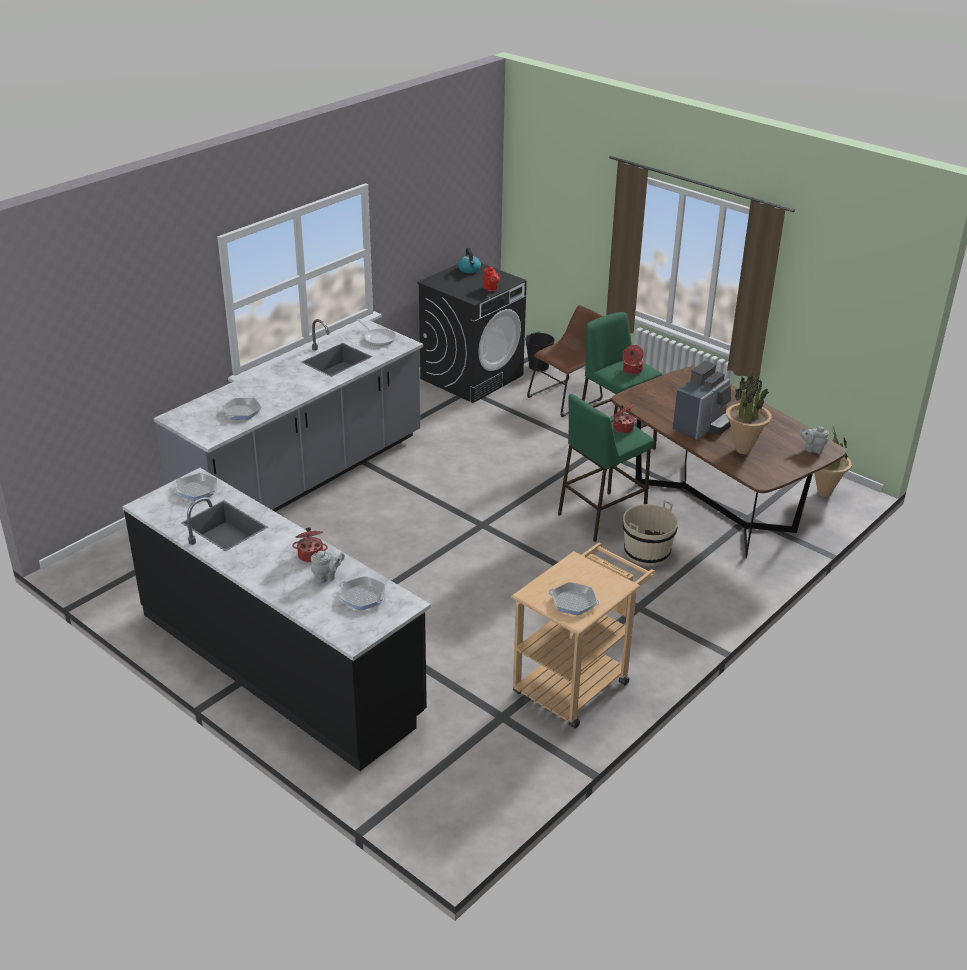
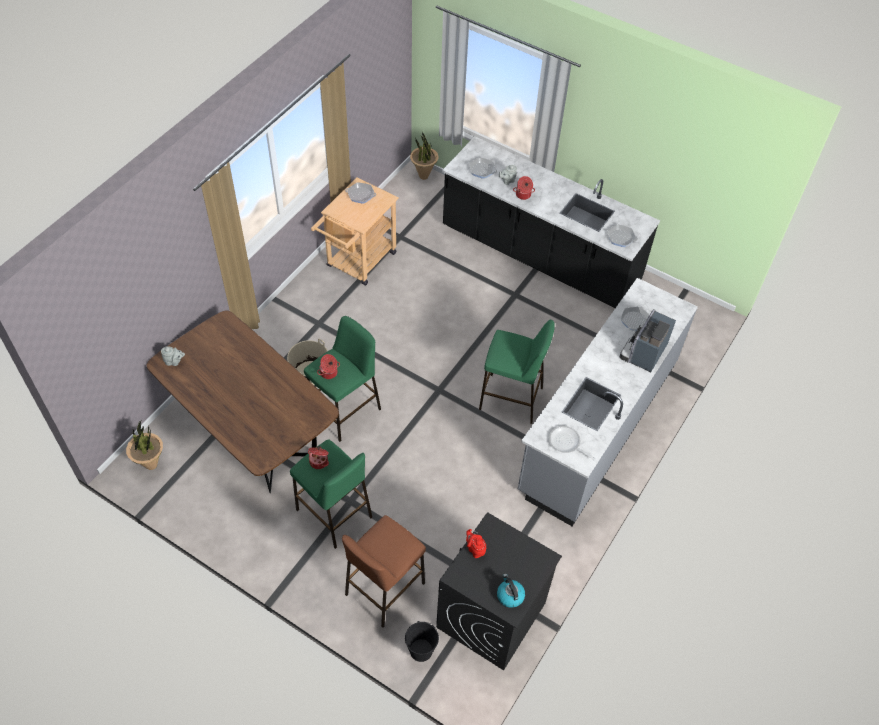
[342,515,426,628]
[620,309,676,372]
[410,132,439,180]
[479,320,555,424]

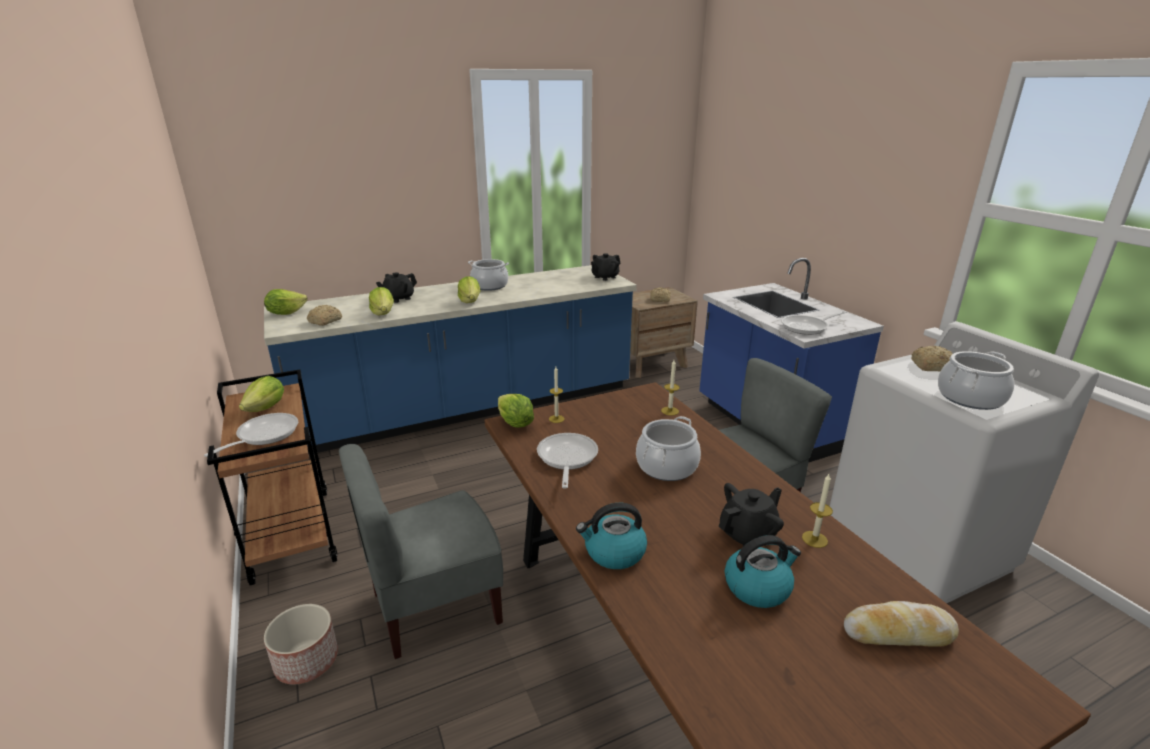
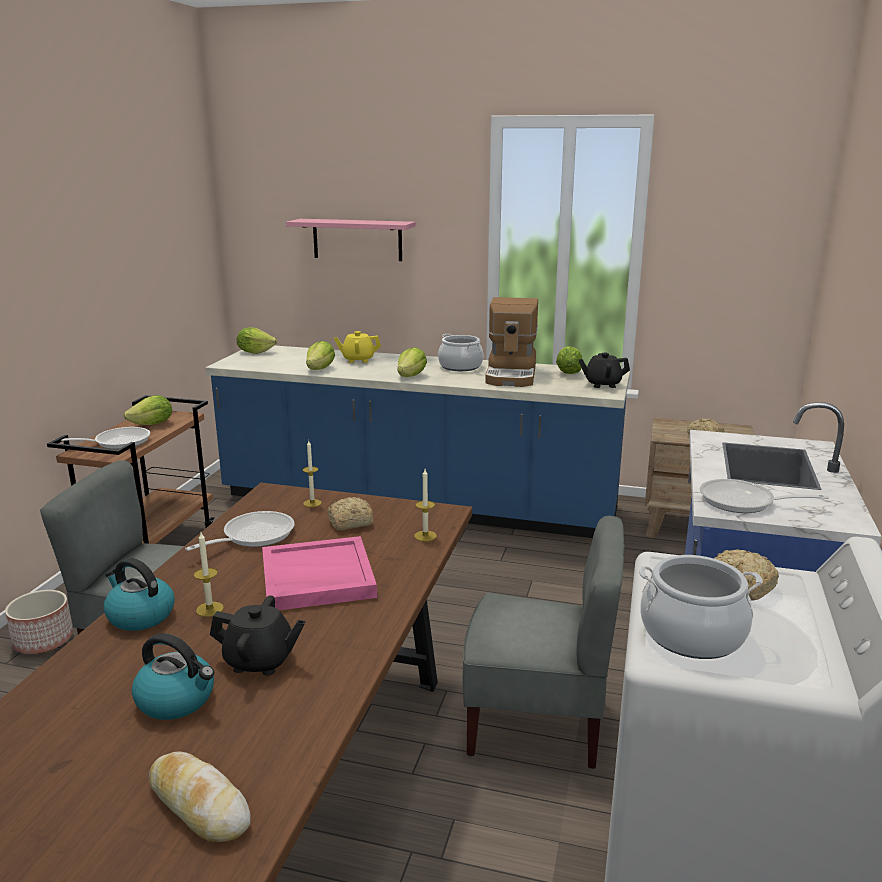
[327,497,373,530]
[334,331,381,363]
[556,346,582,374]
[262,536,377,610]
[194,532,224,617]
[286,219,416,261]
[485,297,538,387]

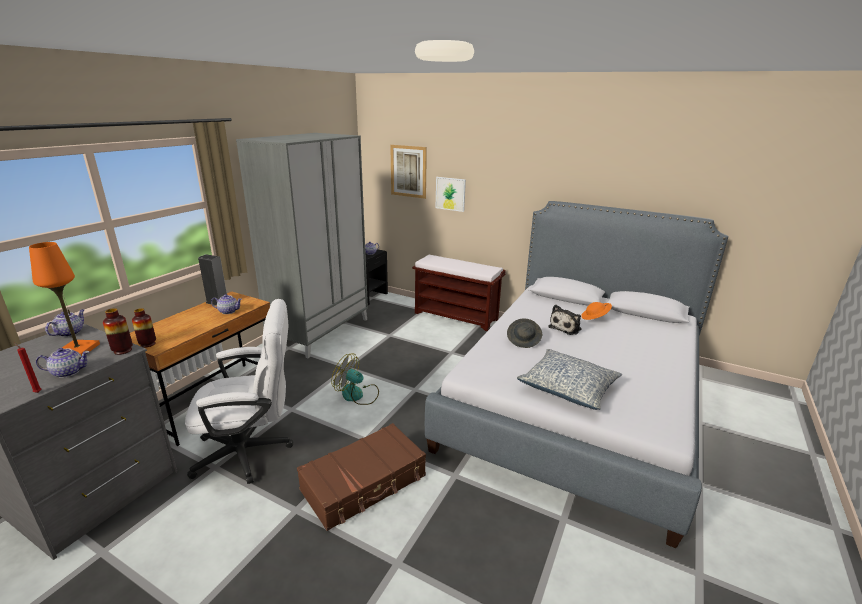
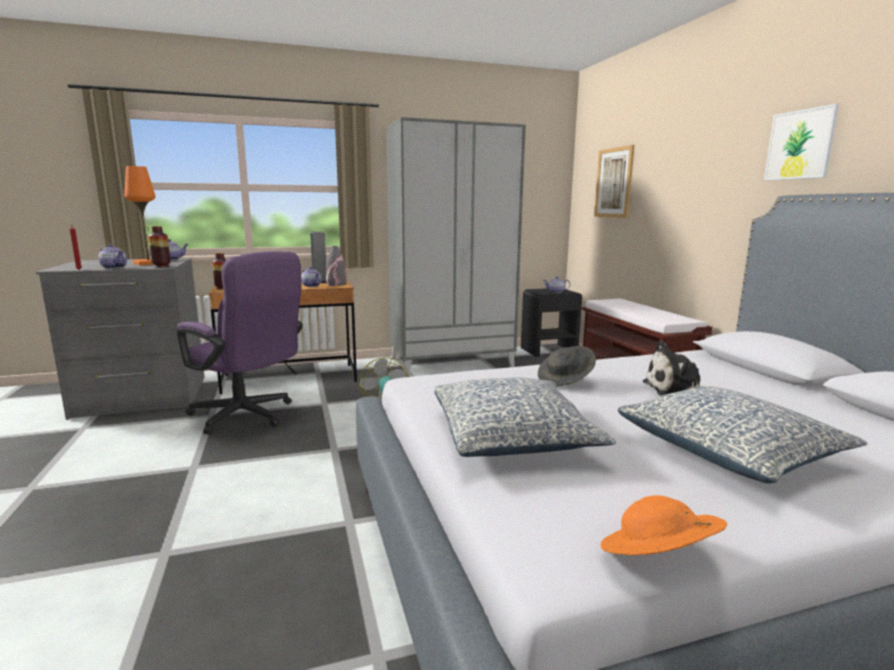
[177,251,303,435]
[297,423,426,531] (first image)
[764,104,839,180]
[600,495,727,556]
[326,246,346,286]
[618,386,868,483]

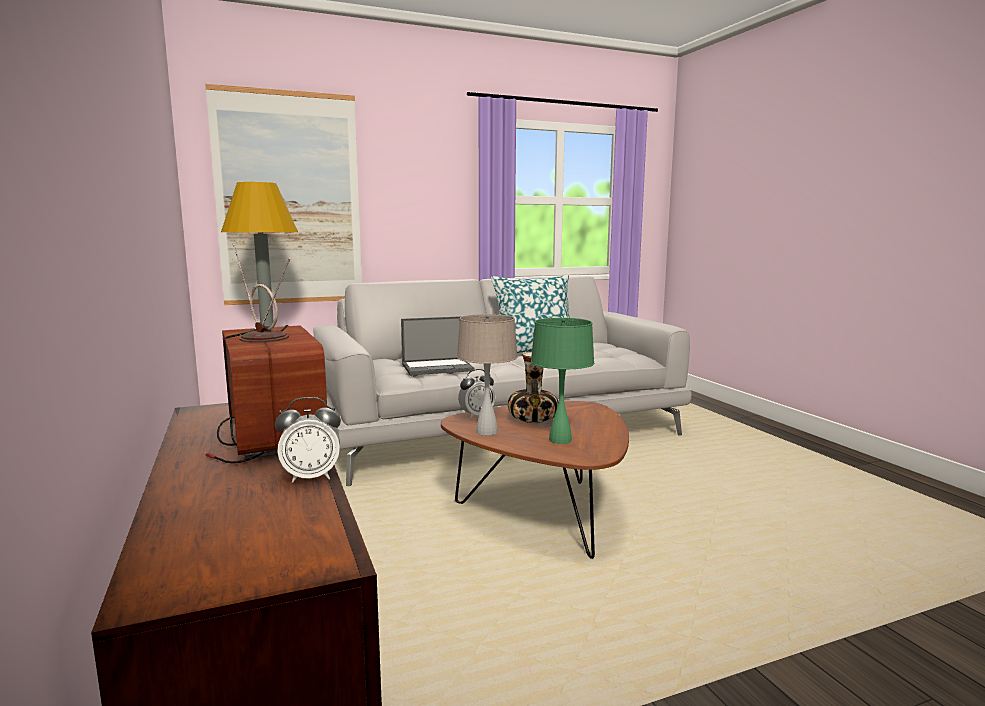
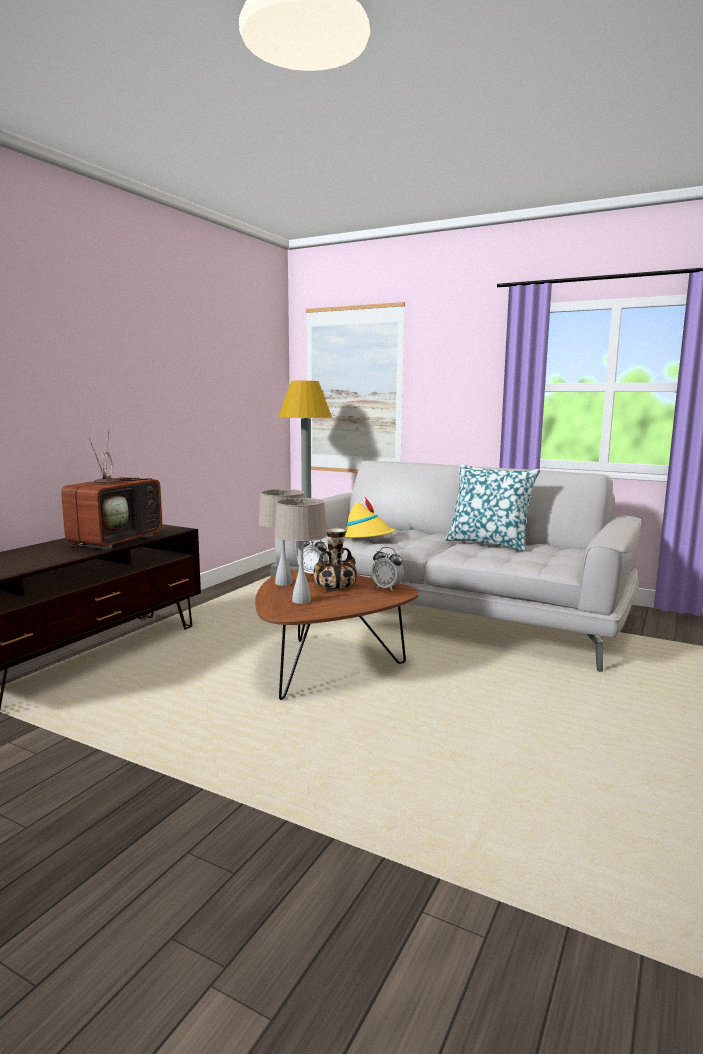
[371,547,404,591]
[345,497,395,538]
[274,498,327,604]

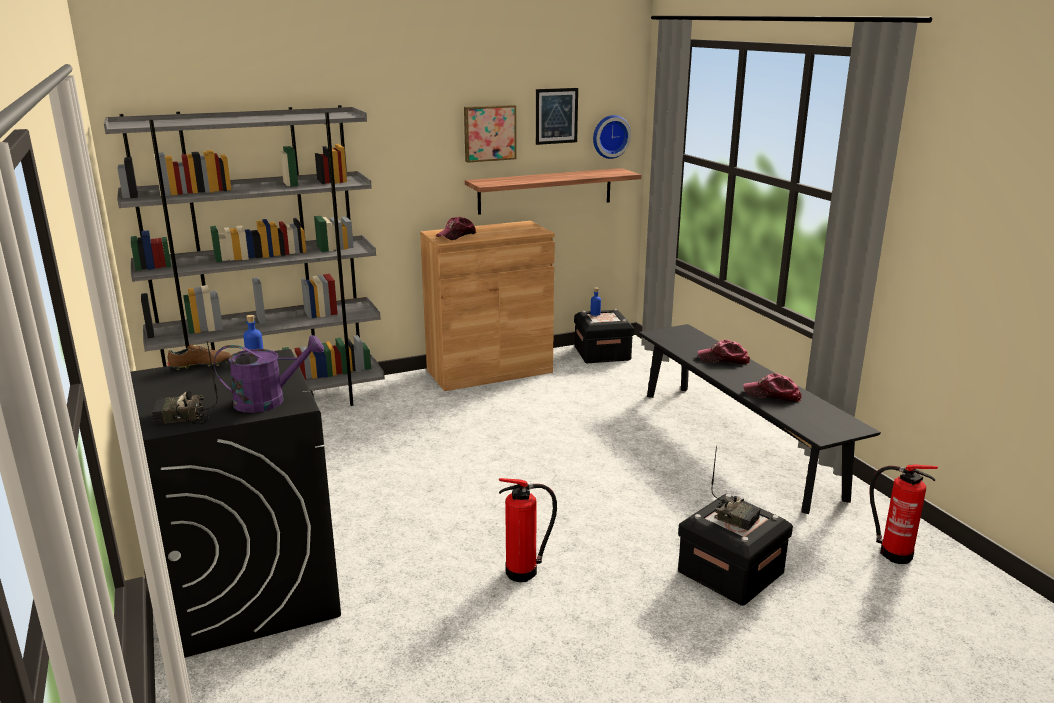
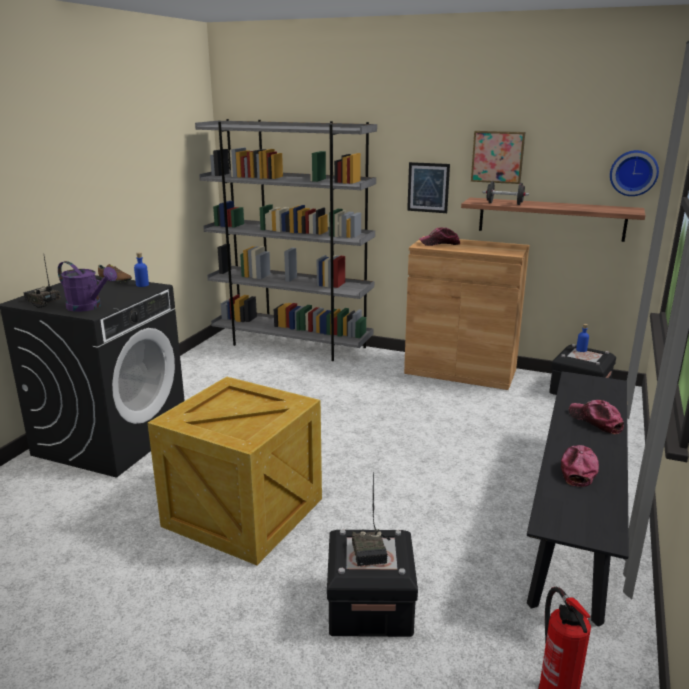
[148,377,322,565]
[407,162,450,213]
[561,445,599,487]
[482,181,529,205]

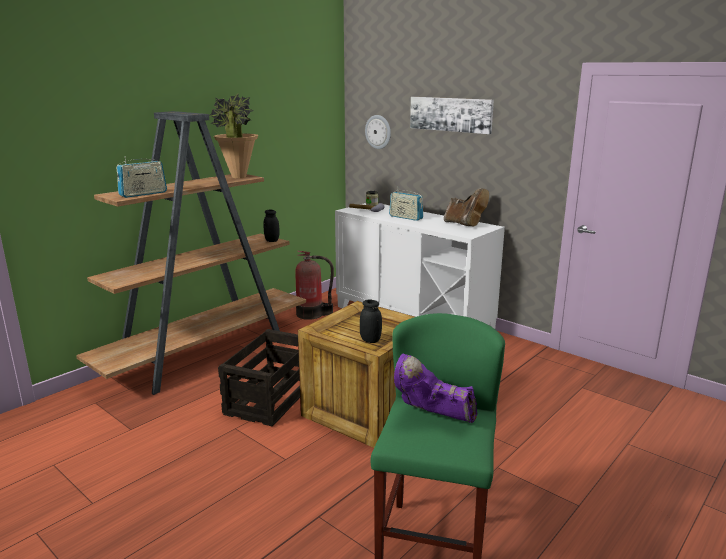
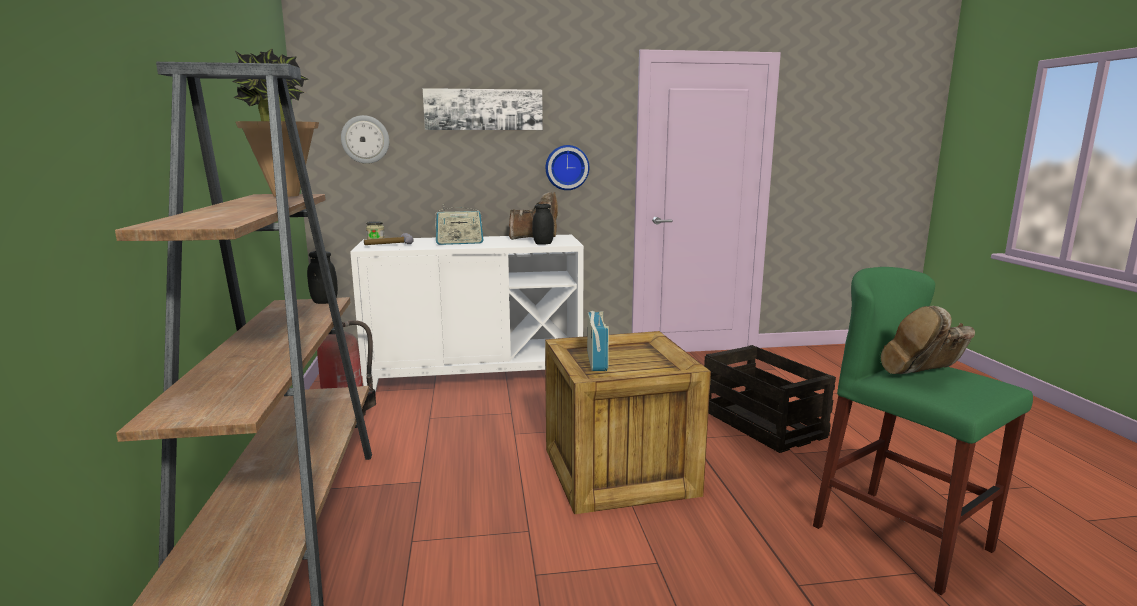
[587,311,609,371]
[704,345,836,453]
[532,204,554,244]
[881,306,975,374]
[546,145,589,190]

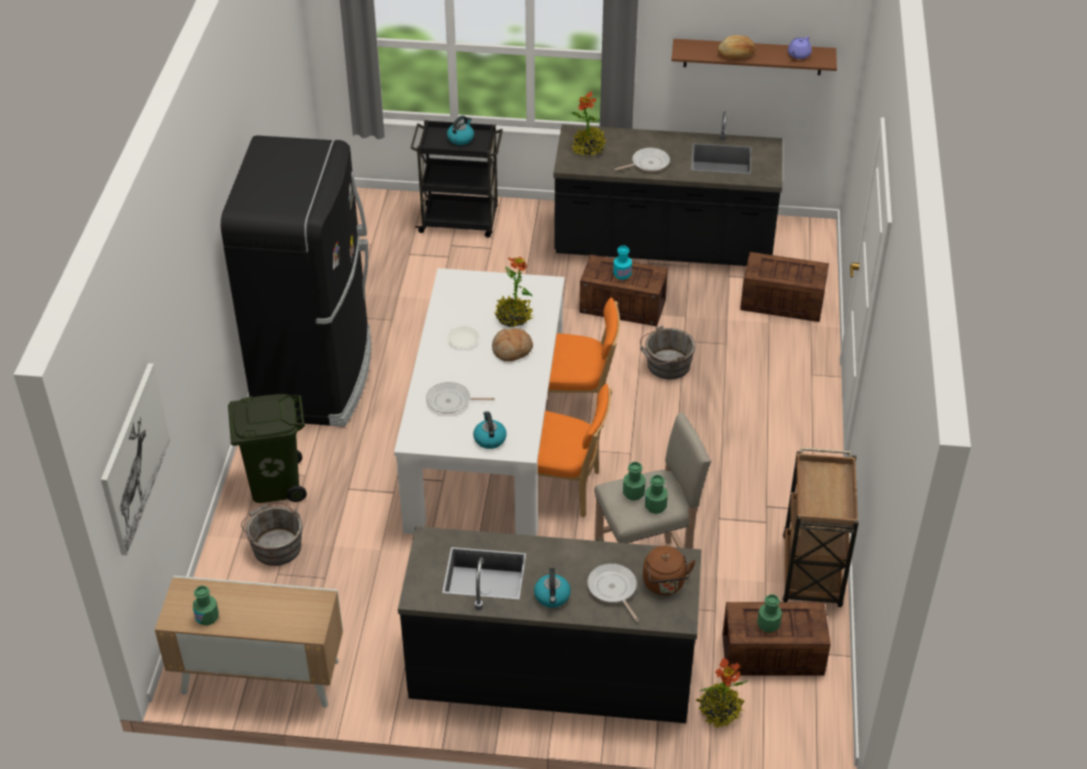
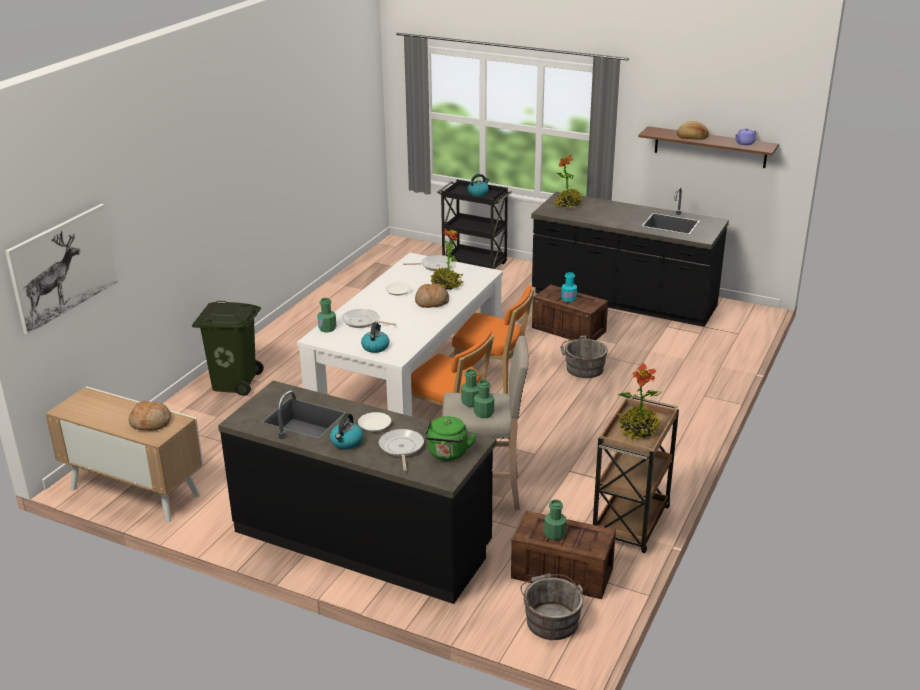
[317,298,337,333]
[221,135,371,427] (first image)
[520,573,584,640]
[403,255,455,271]
[425,416,476,461]
[618,363,662,440]
[740,252,829,322] (first image)
[128,401,171,430]
[358,412,391,432]

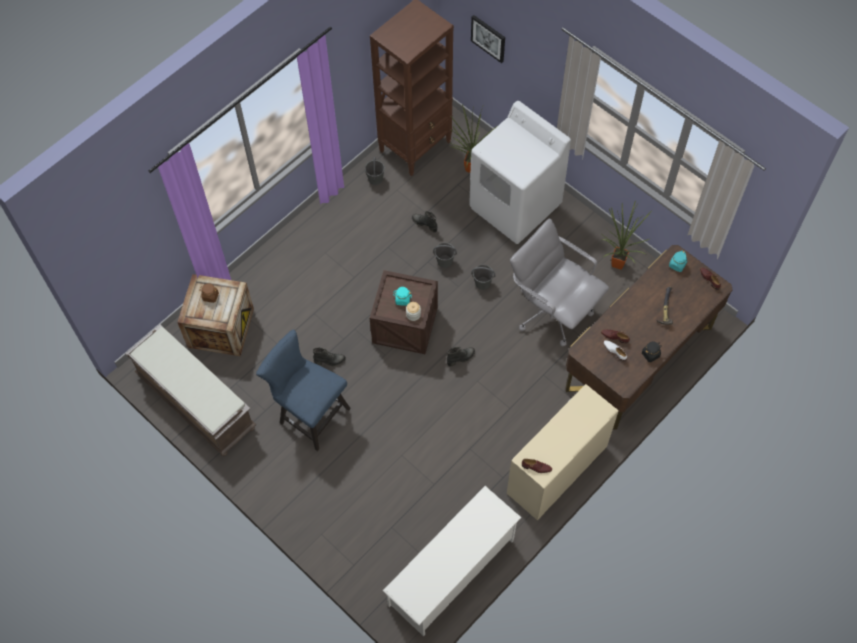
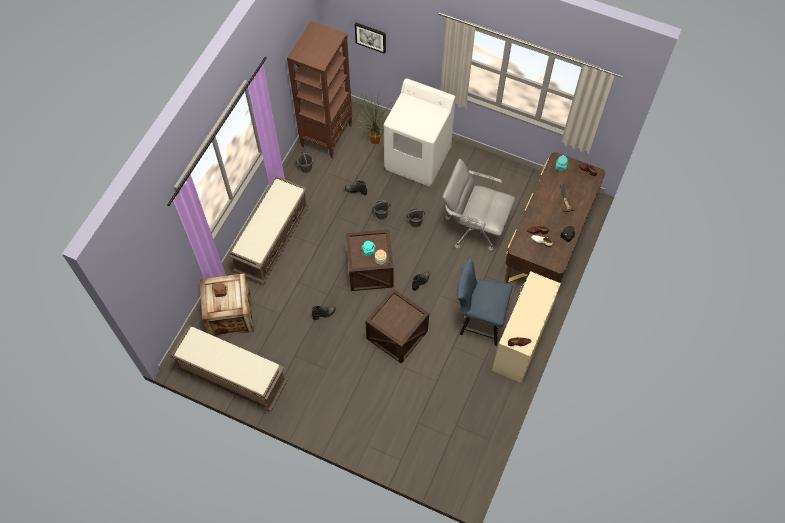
[457,258,513,346]
[383,486,522,637] (first image)
[601,200,651,270] (first image)
[229,176,309,285]
[365,288,429,364]

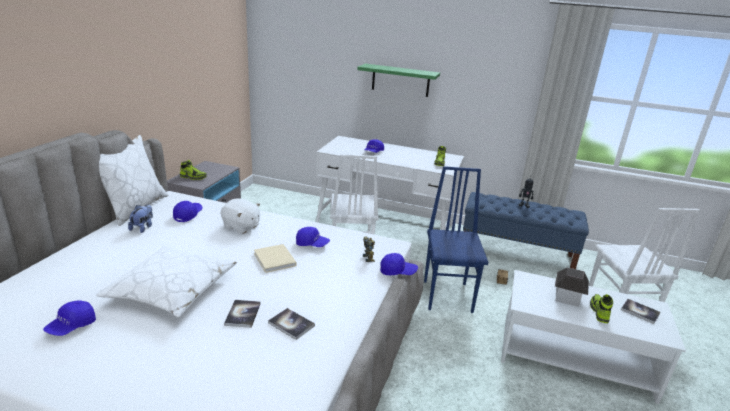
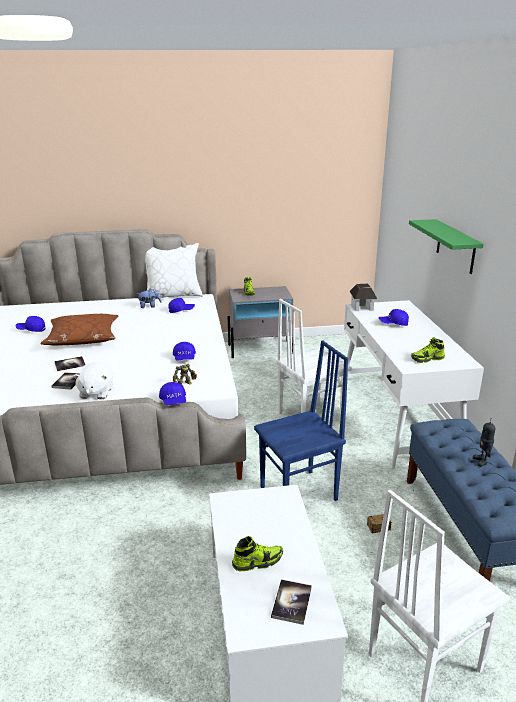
[41,314,119,346]
[73,362,113,399]
[254,244,296,273] (first image)
[350,284,377,311]

